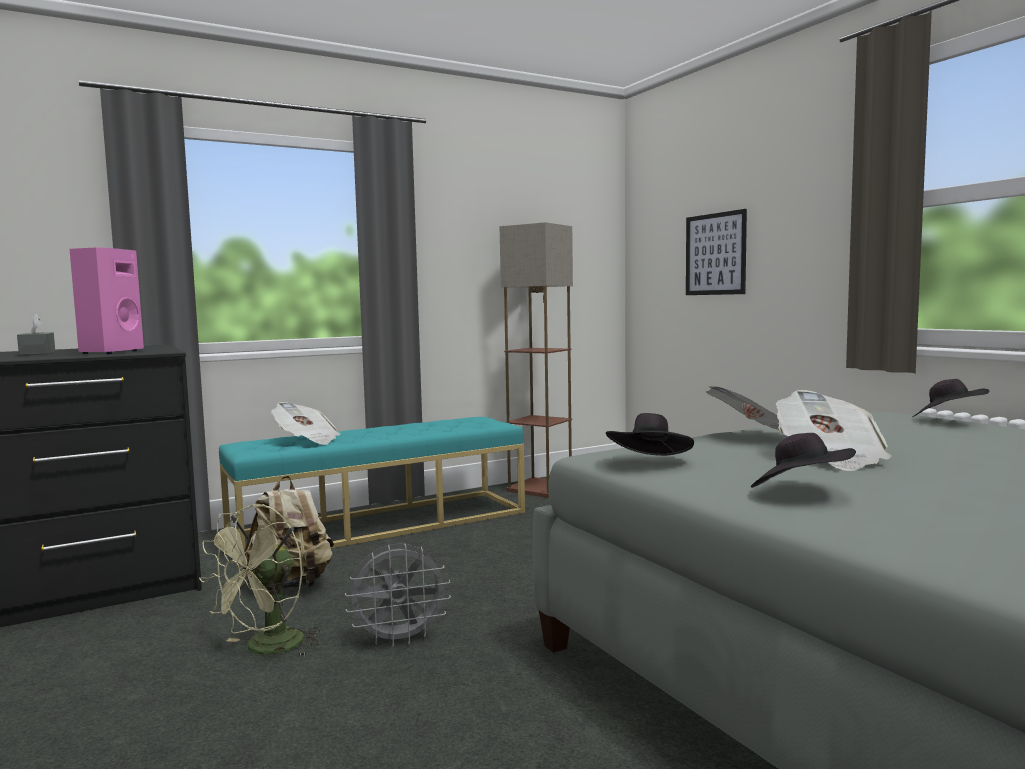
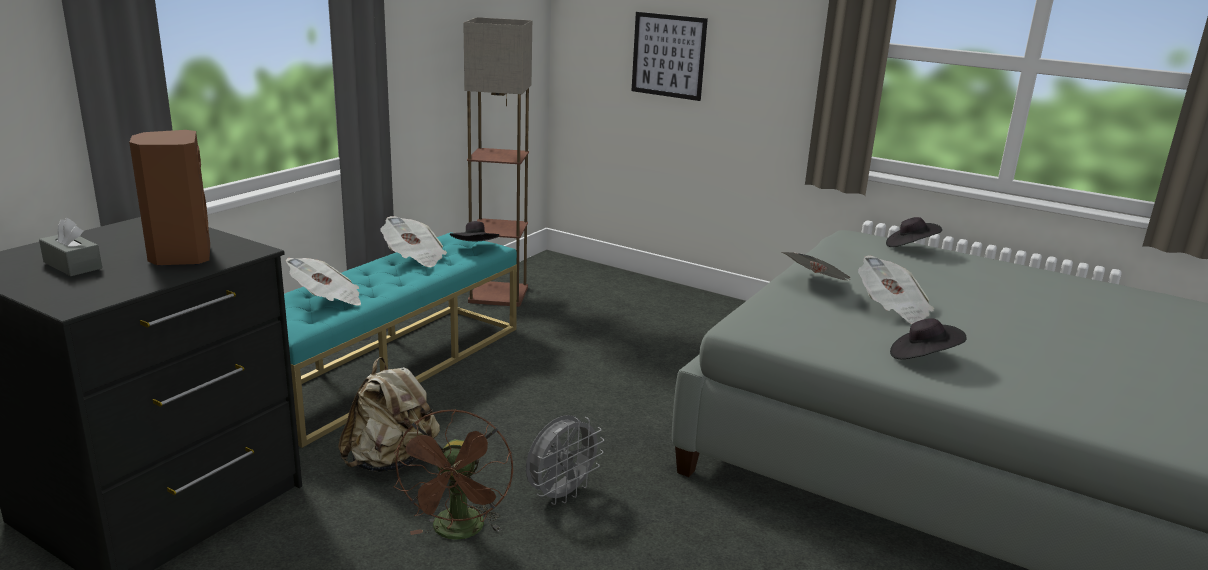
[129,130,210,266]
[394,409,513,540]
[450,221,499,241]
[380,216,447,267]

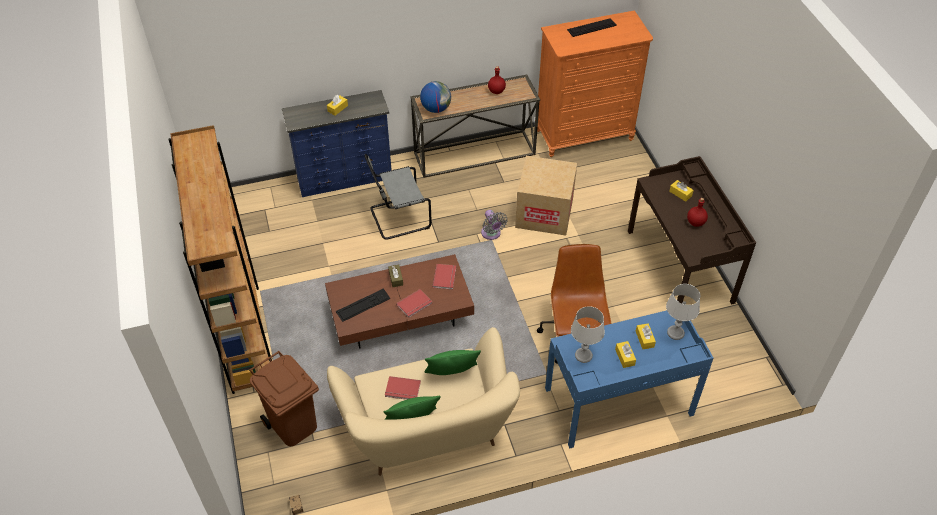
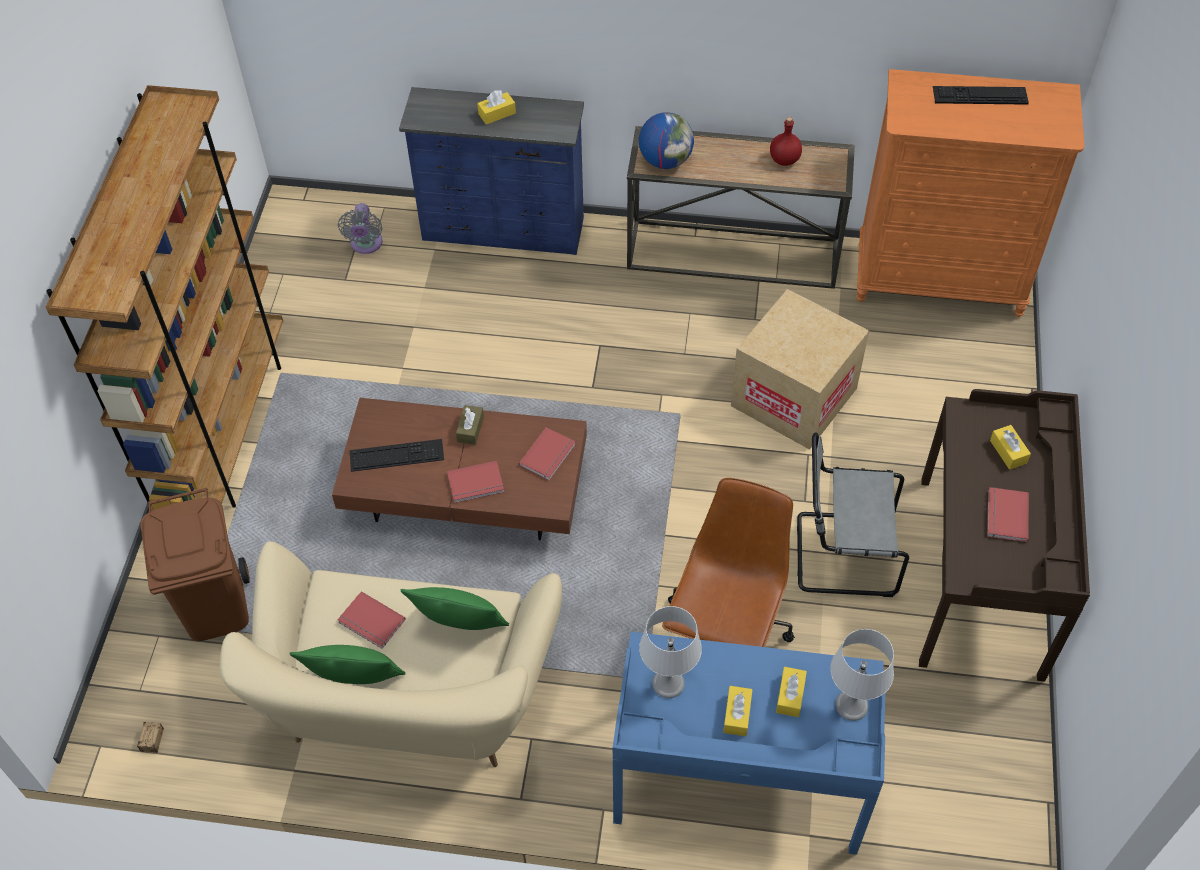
[797,432,909,597]
[338,203,382,254]
[987,487,1029,542]

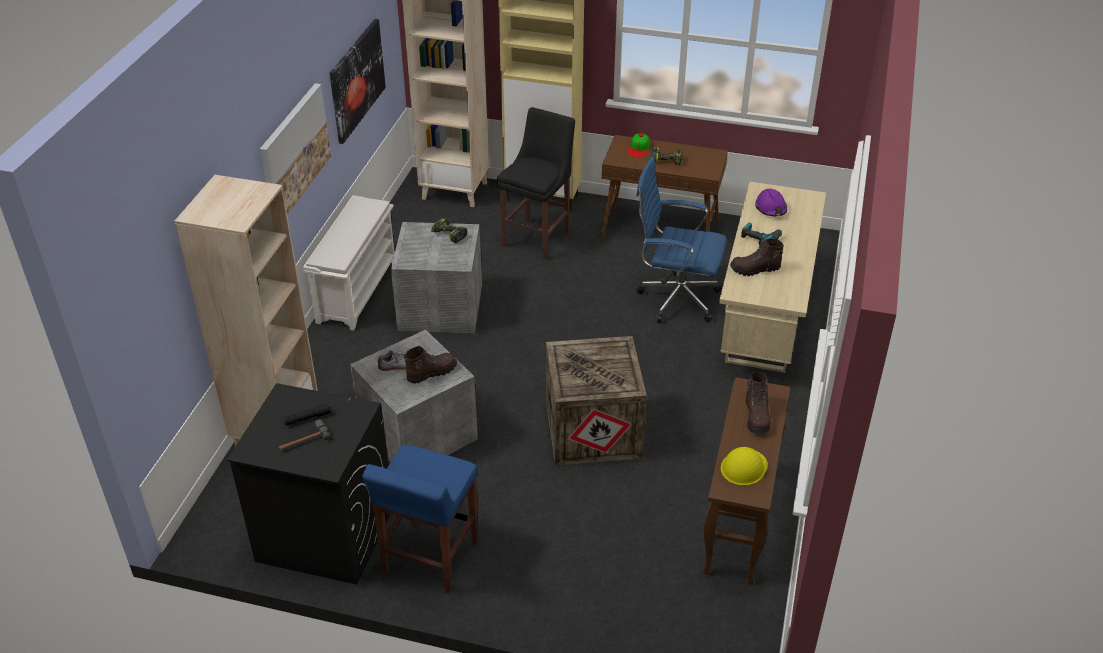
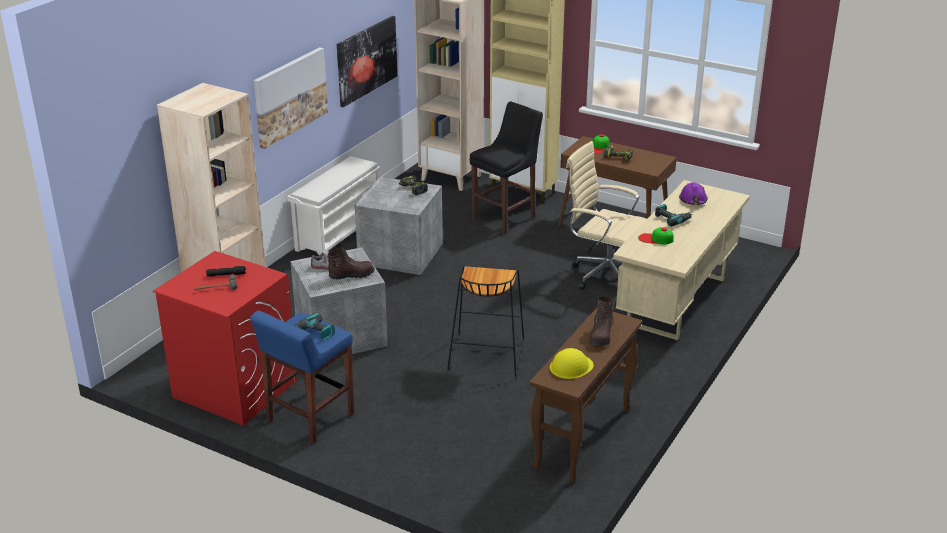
[153,251,298,426]
[447,265,524,377]
[566,141,647,290]
[638,227,674,244]
[294,312,335,340]

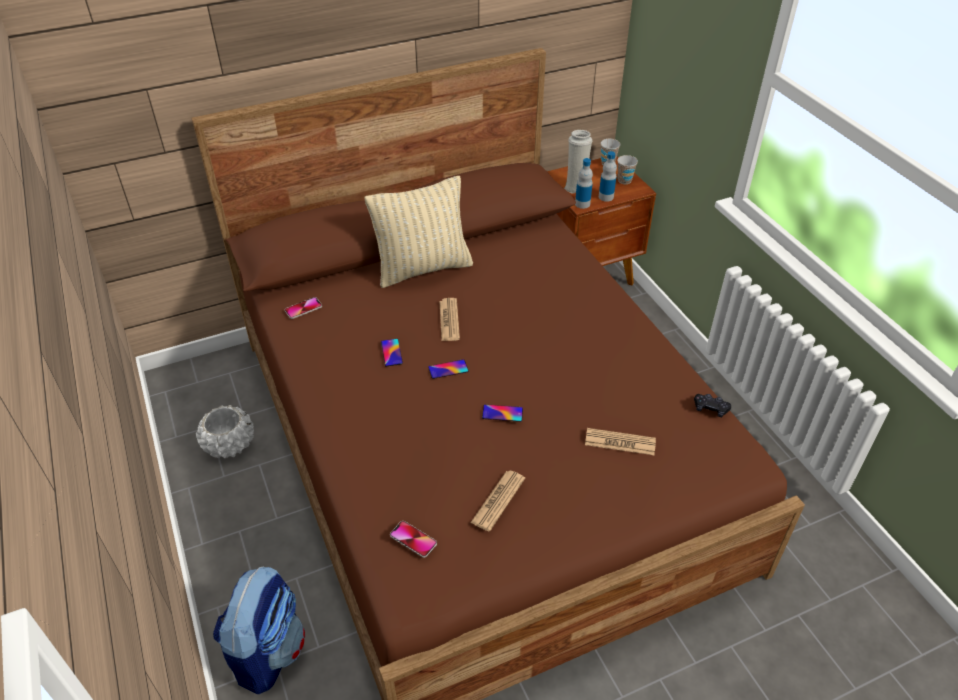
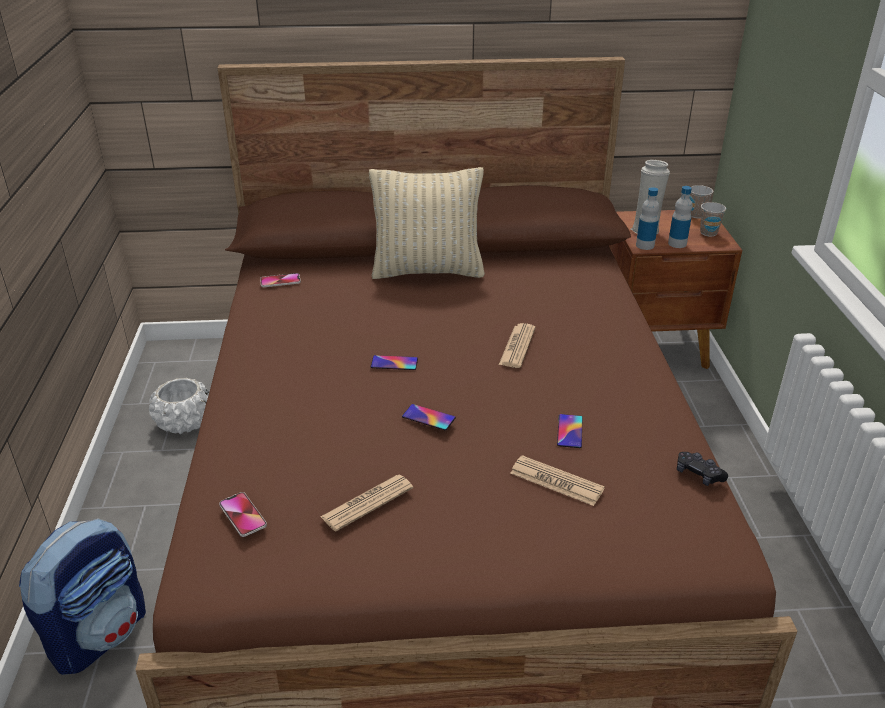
[557,414,583,448]
[499,323,536,368]

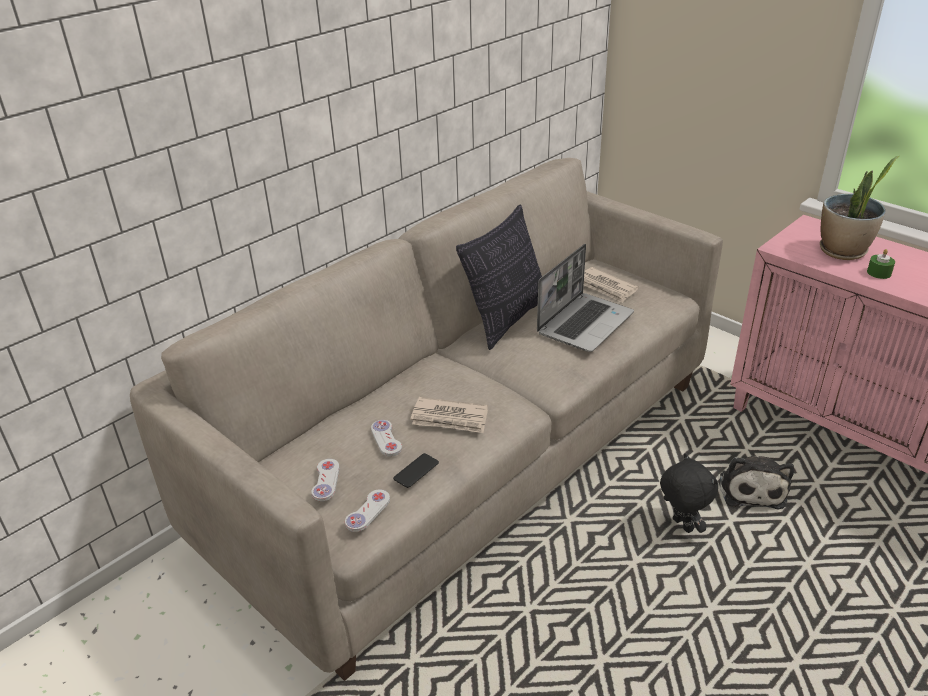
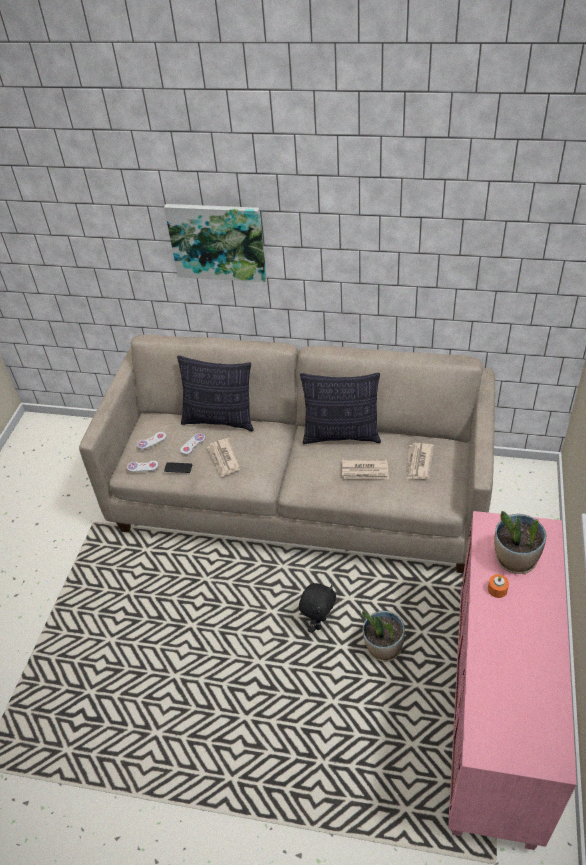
[342,459,389,479]
[362,611,405,662]
[488,574,509,598]
[164,204,267,282]
[177,355,254,431]

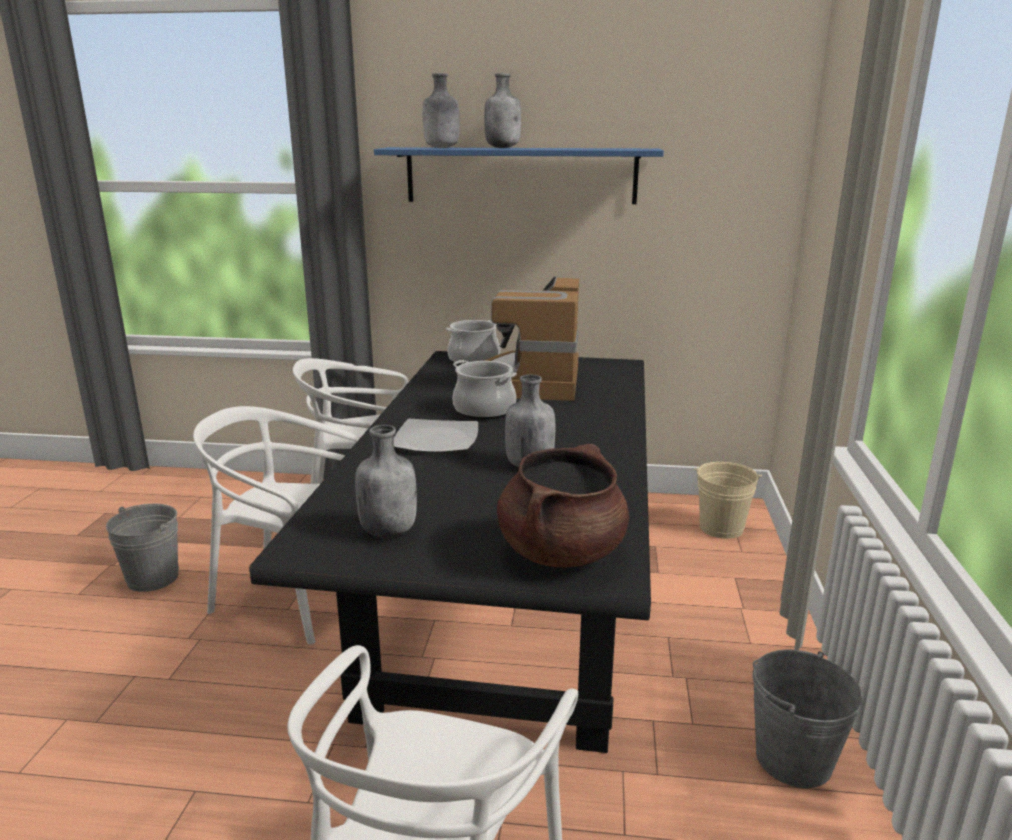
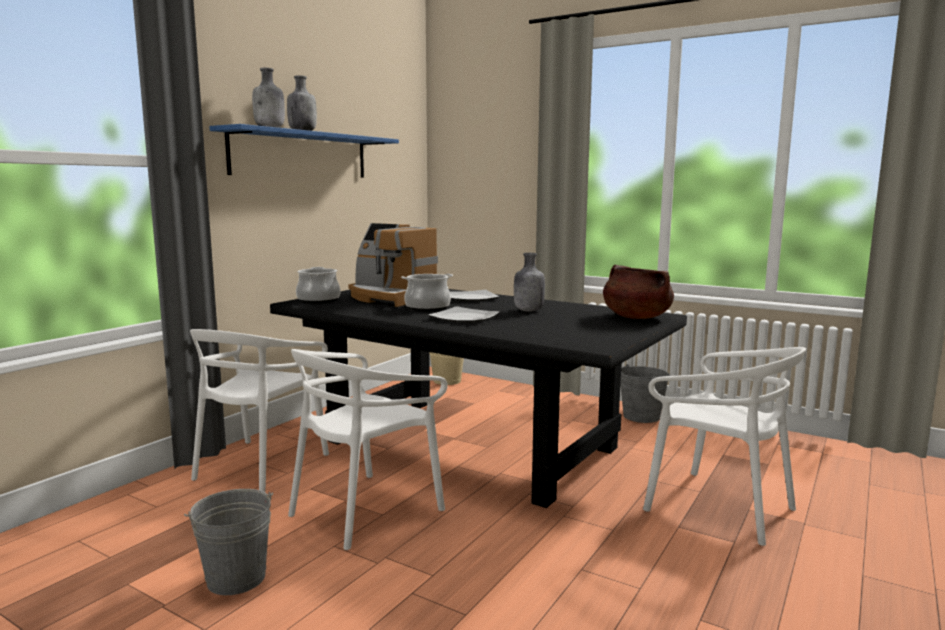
[355,425,417,537] (first image)
[449,290,500,301]

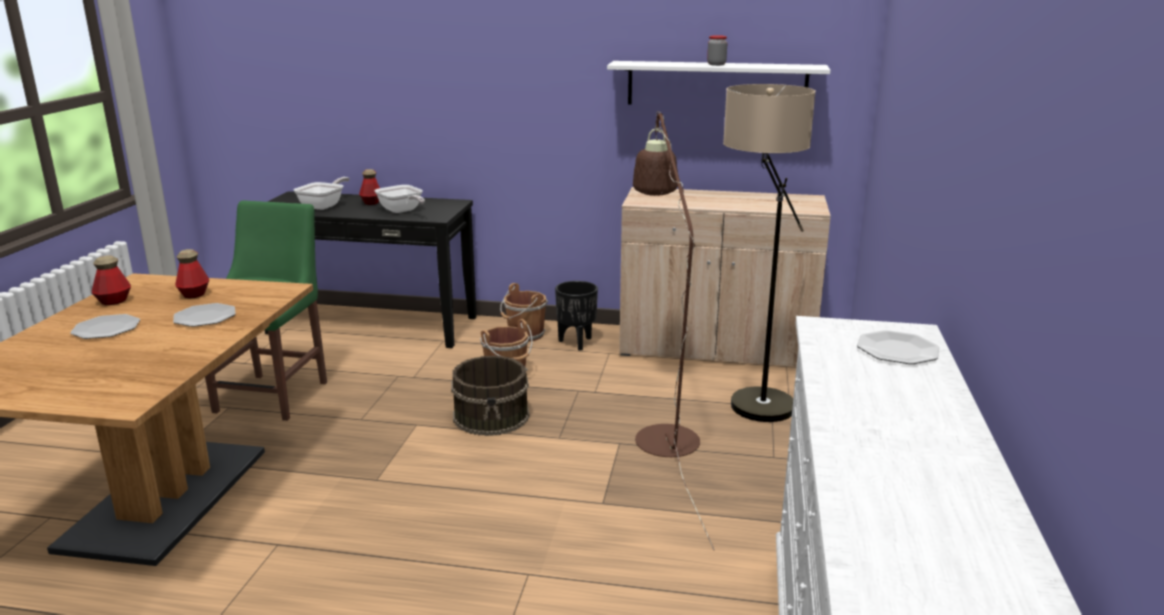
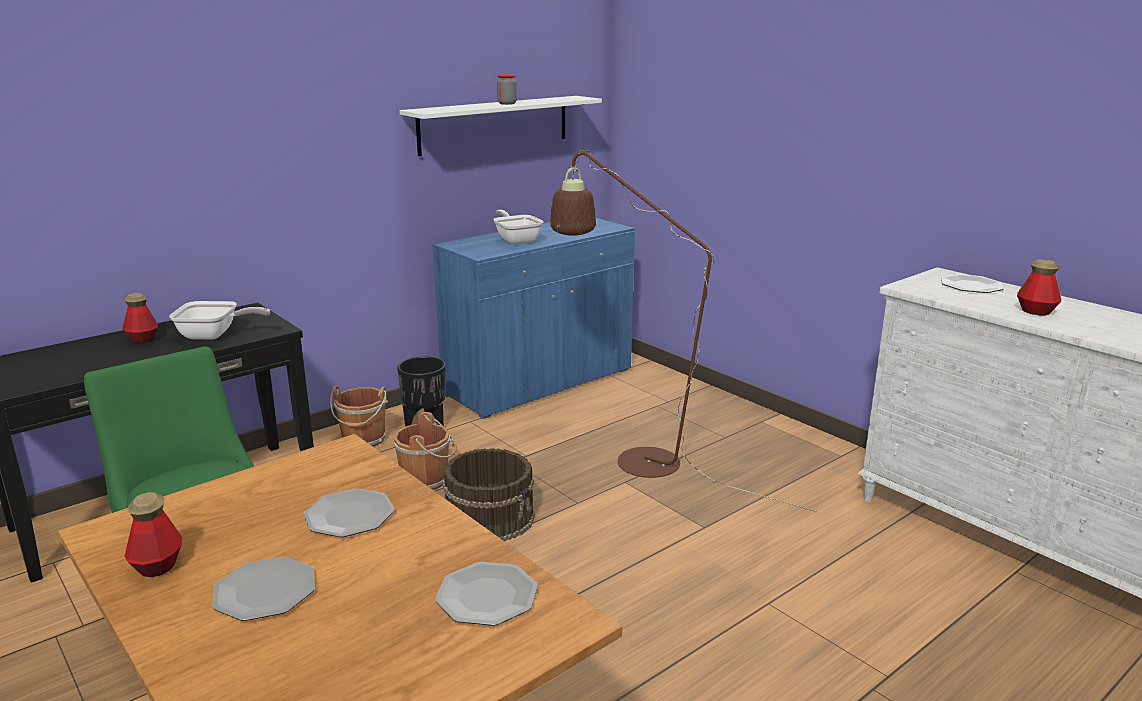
[1017,259,1061,316]
[493,210,544,244]
[433,218,635,419]
[723,84,816,422] (first image)
[435,562,538,626]

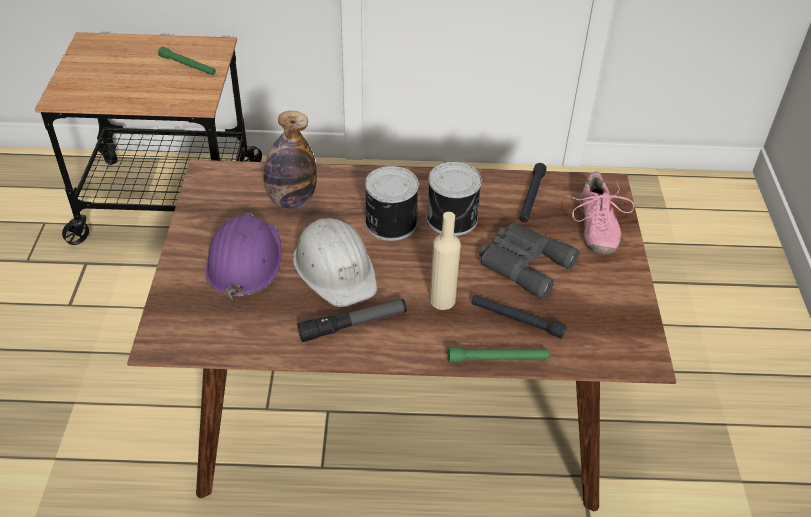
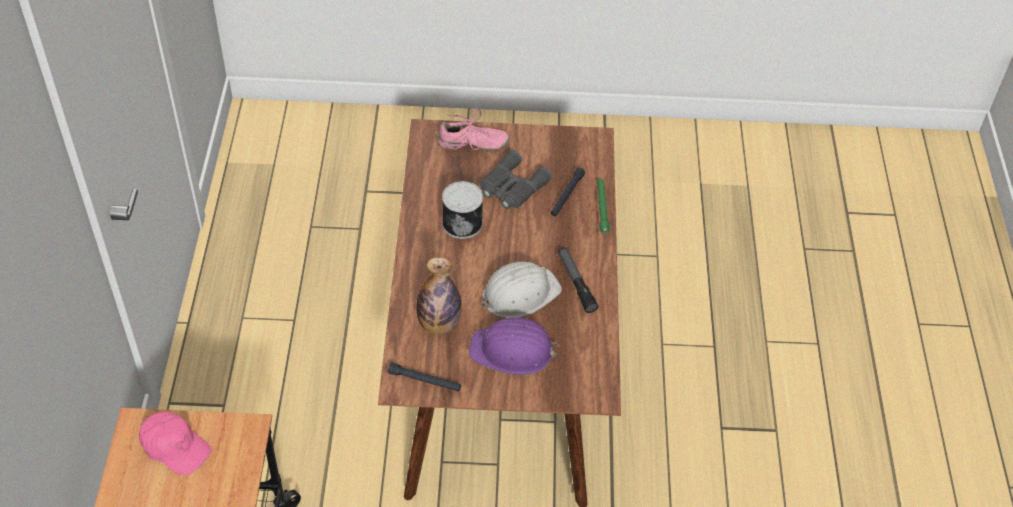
[139,411,211,475]
[365,166,419,241] (first image)
[430,212,461,310] (first image)
[388,362,461,391]

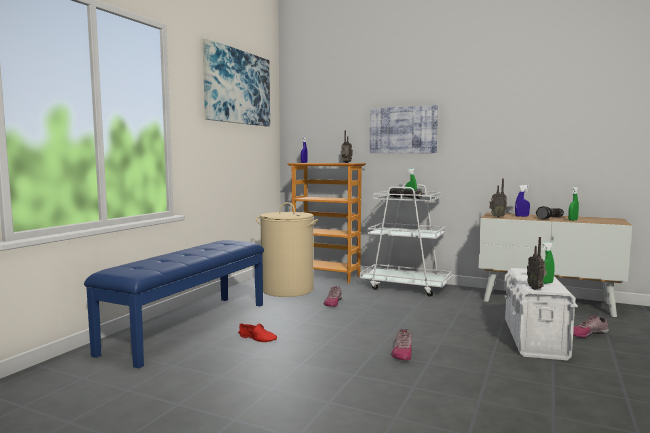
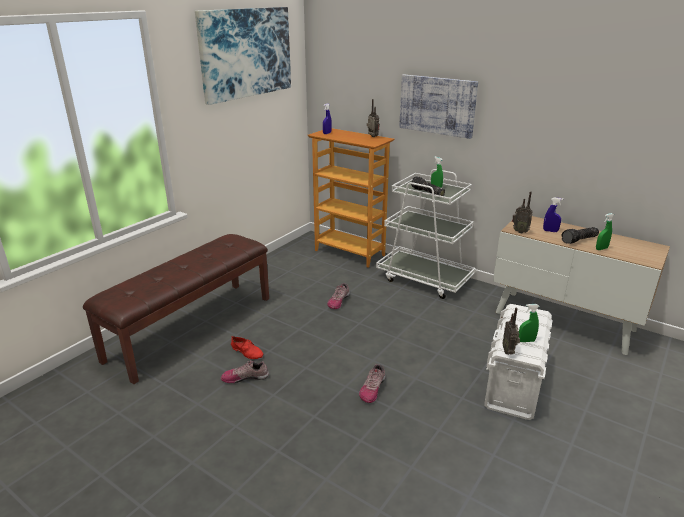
[83,234,269,384]
[256,202,318,297] (first image)
[221,361,269,383]

